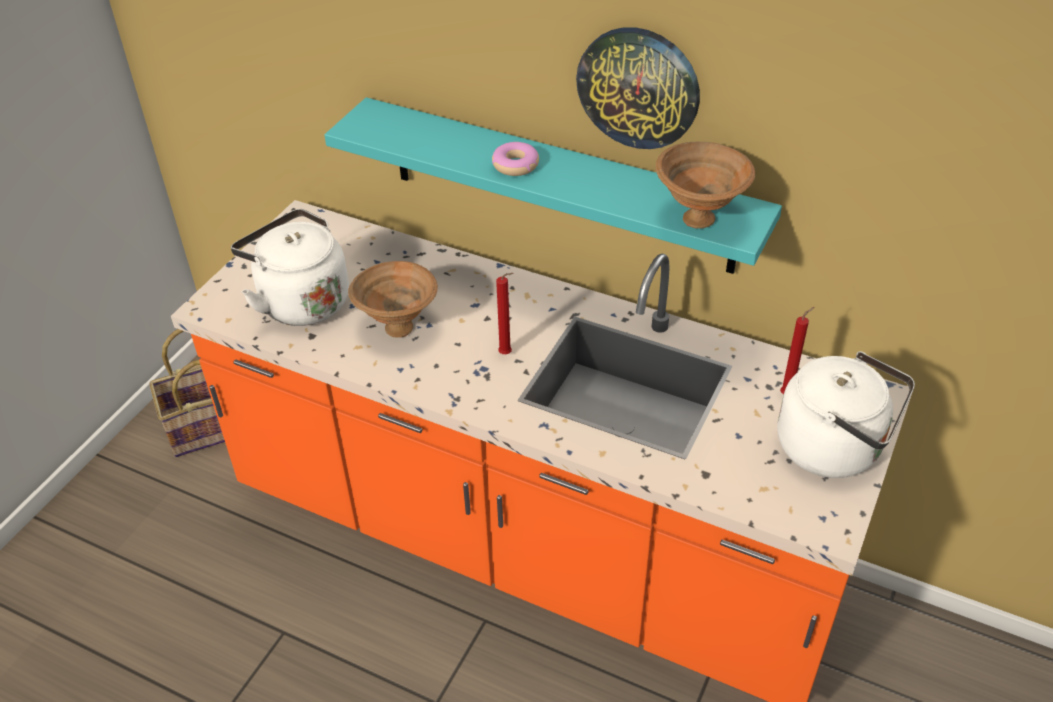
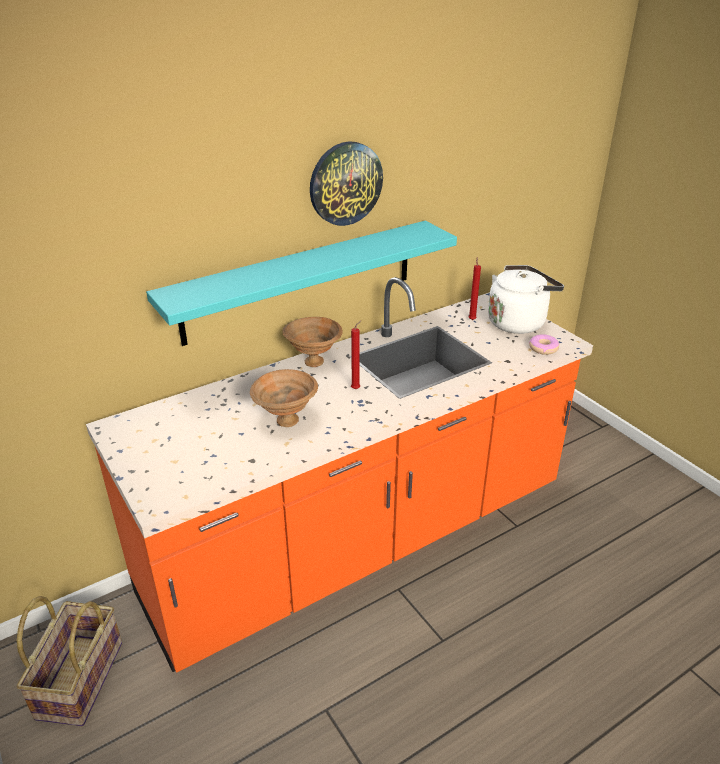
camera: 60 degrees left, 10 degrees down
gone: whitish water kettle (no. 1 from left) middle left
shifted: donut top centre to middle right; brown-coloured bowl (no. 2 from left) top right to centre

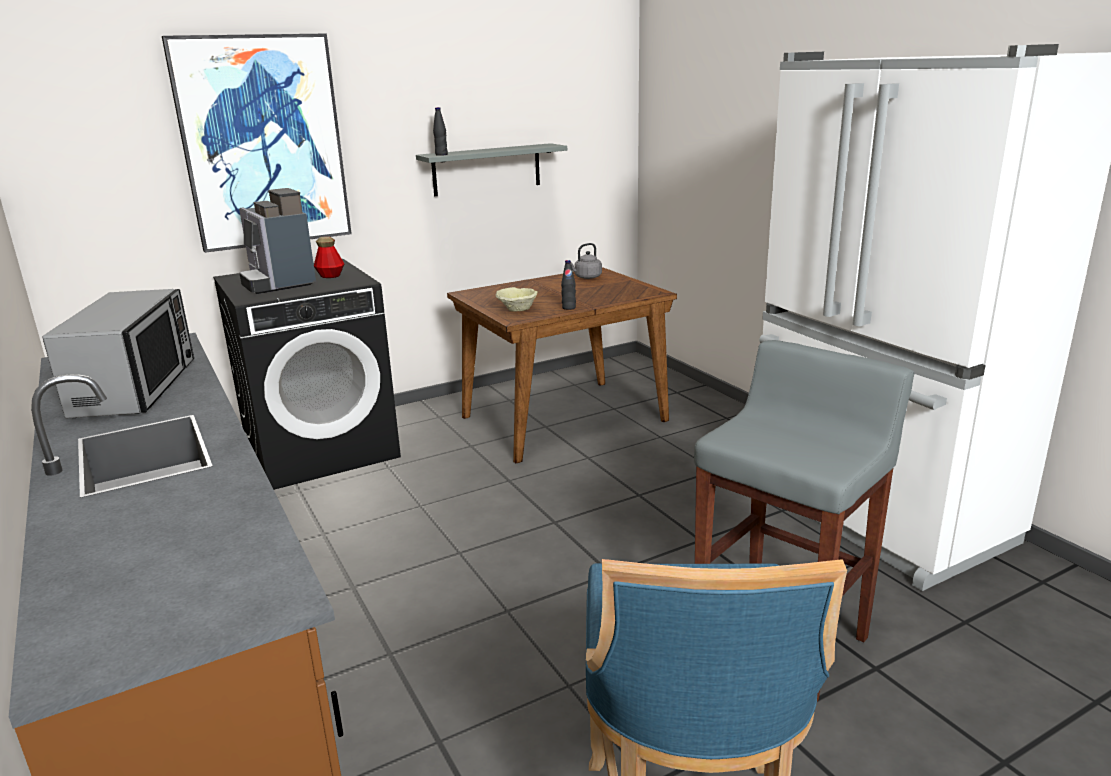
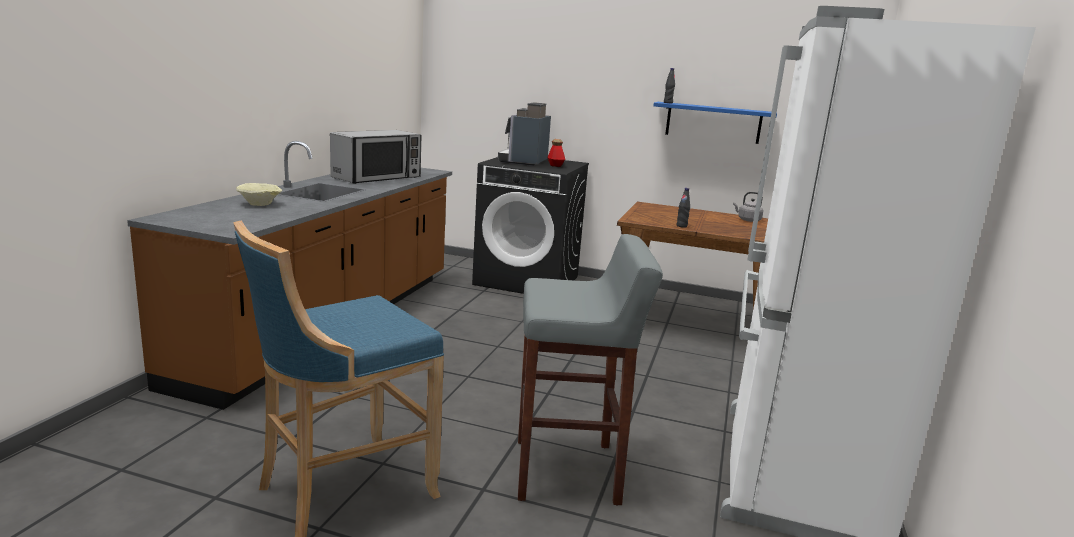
camera: 45 degrees right, 5 degrees down
gone: wall picture top left
shifted: sand-coloured bowl centre to middle left
repainted: greyish shelf top centre to blue shelf top centre

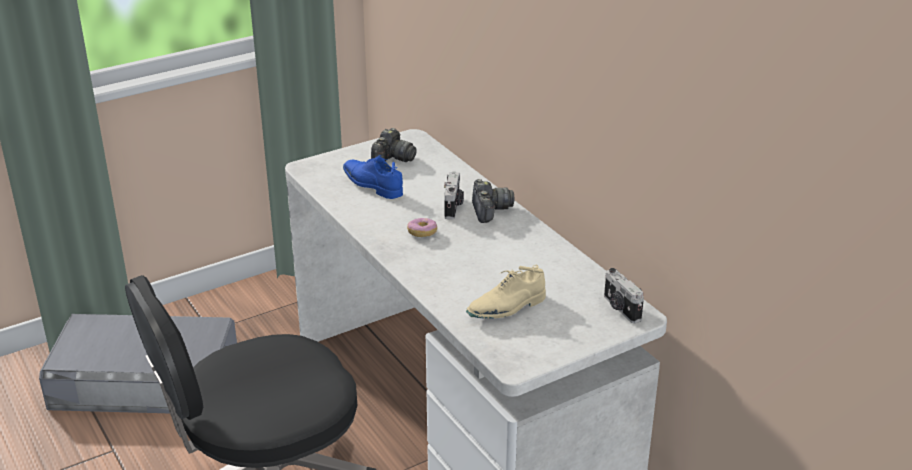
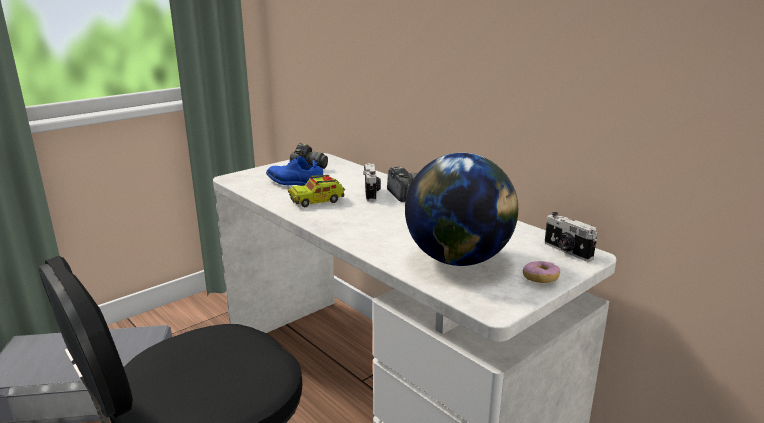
camera: 10 degrees left, 10 degrees down
new: model truck centre
shifted: donut centre to middle right
swapped: sand-coloured low shoe centre to world globe centre

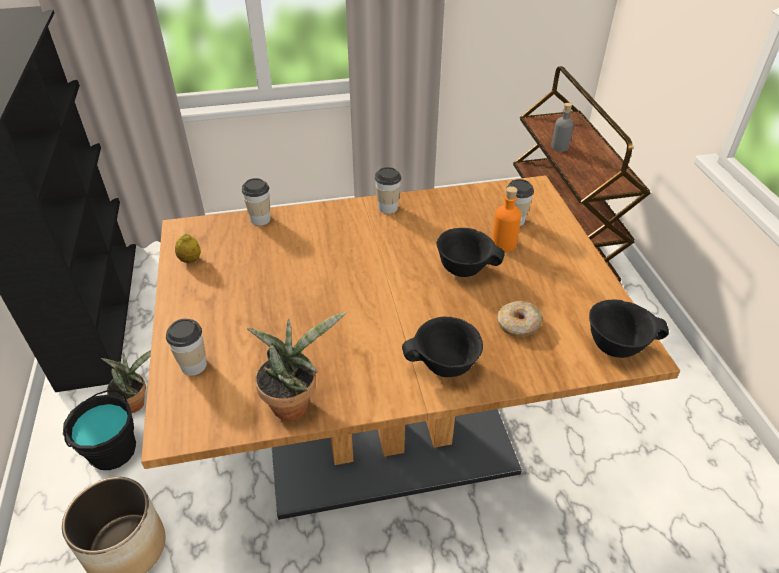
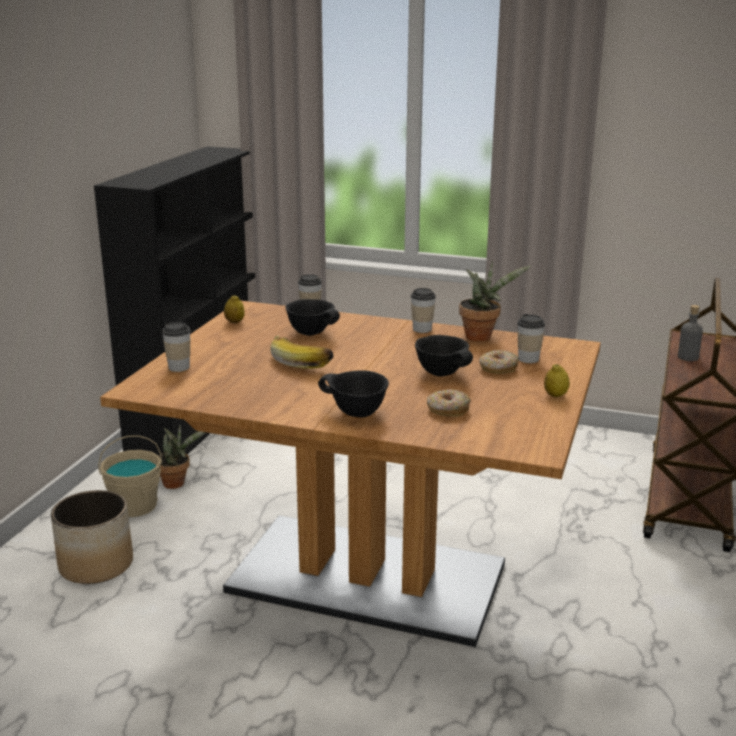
camera: 30 degrees right, 20 degrees down
new: banana fruit centre; whole lemon (no. 2 from left) middle right
shifted: plant in a pot (no. 2 from left) centre to middle right; black bowl (no. 3 from left in the first image) middle right to black bowl (no. 1 from left) centre
swapped: orangey bottle centre to donut (no. 2 from left) middle right
repainted: black water bucket bottom left to sand-coloured water bucket middle left

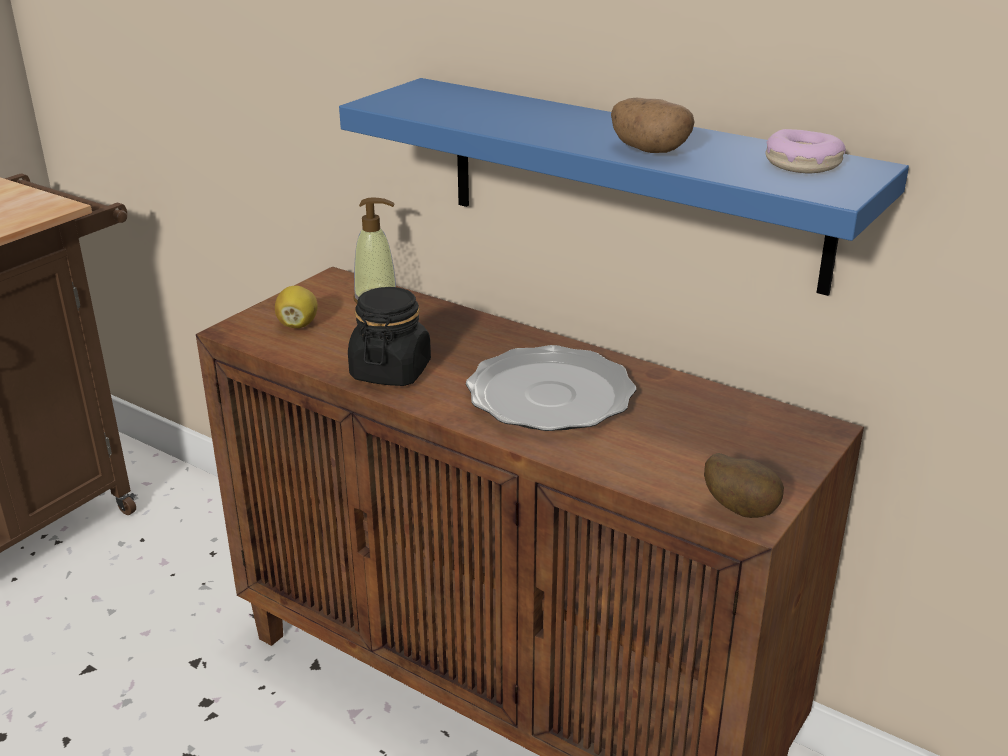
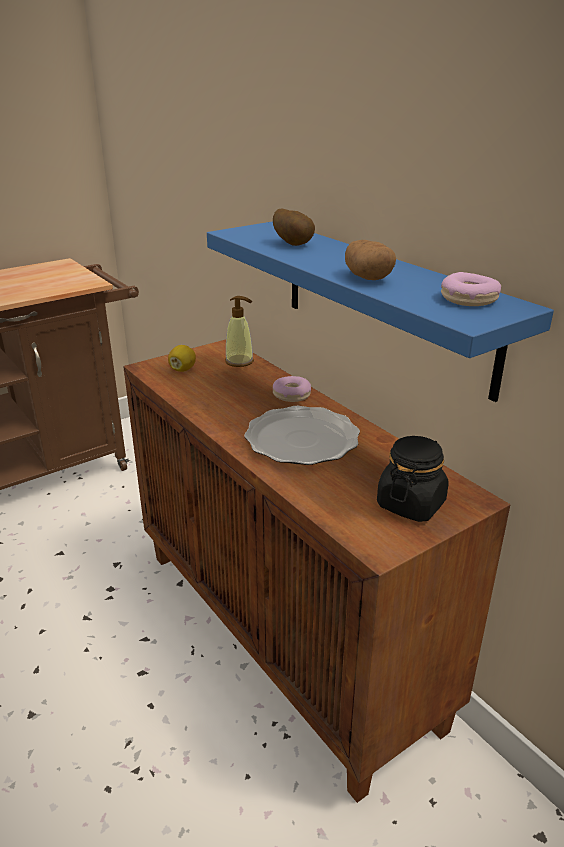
camera: 20 degrees right, 0 degrees up
new: donut (no. 1 from left) centre
shifted: black storage jar centre to middle right; potato (no. 2 from left in the first image) middle right to potato (no. 1 from left) top centre

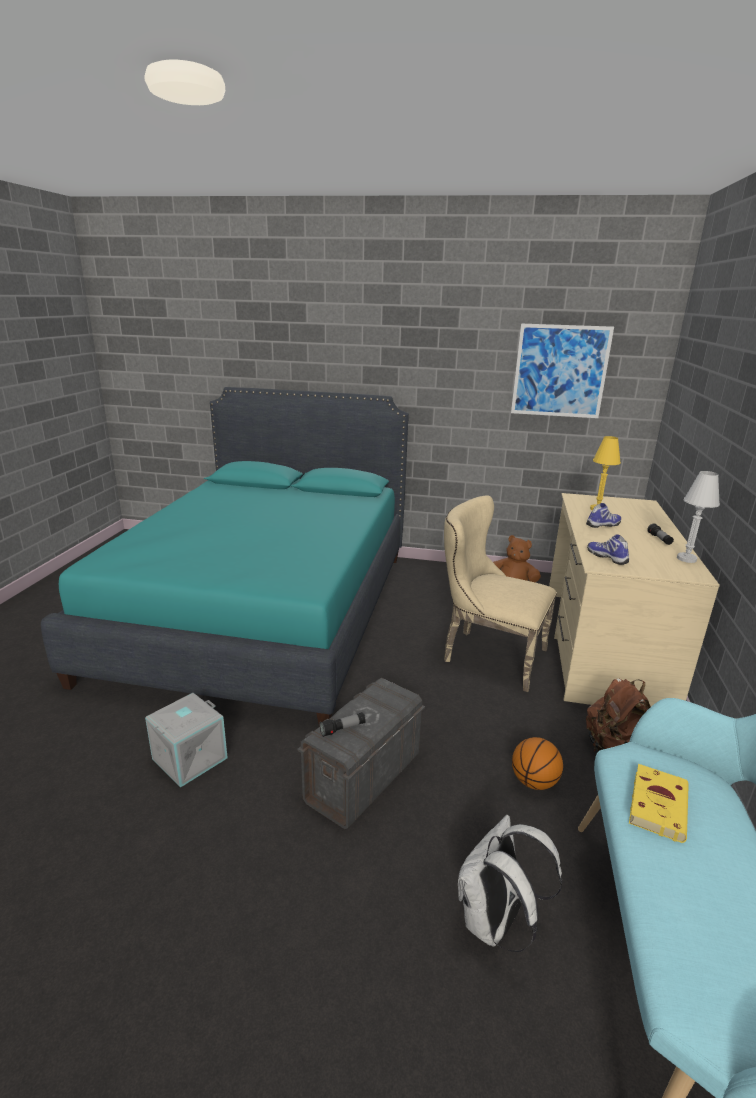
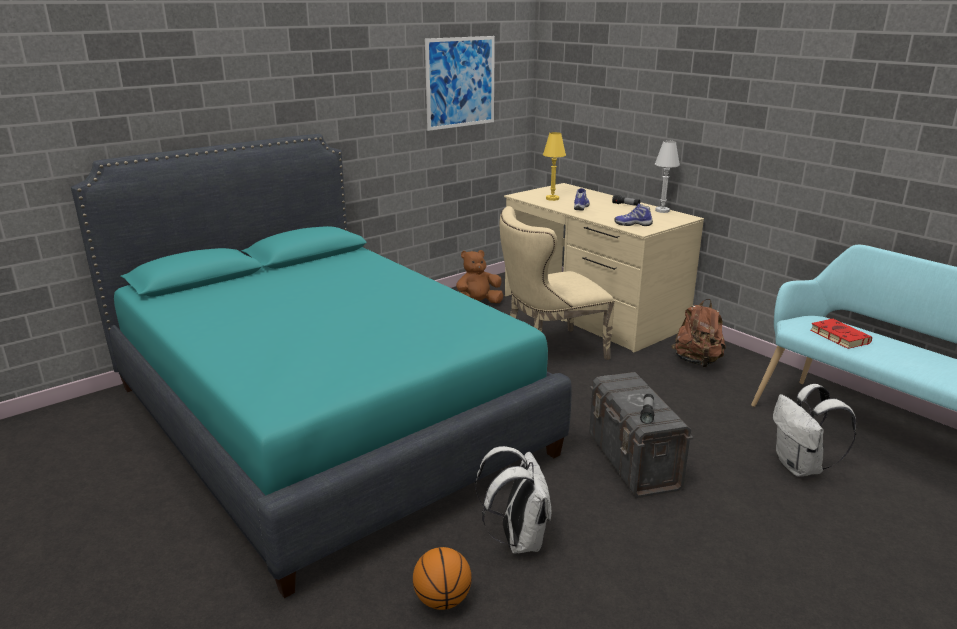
camera: 50 degrees left, 0 degrees up
shifted: basketball bottom right to bottom centre
swapped: greyish storage container (no. 1 from left) bottom left to whitish rucksack (no. 1 from left) bottom centre
repainted: yellow volume bottom right to reddish volume middle right

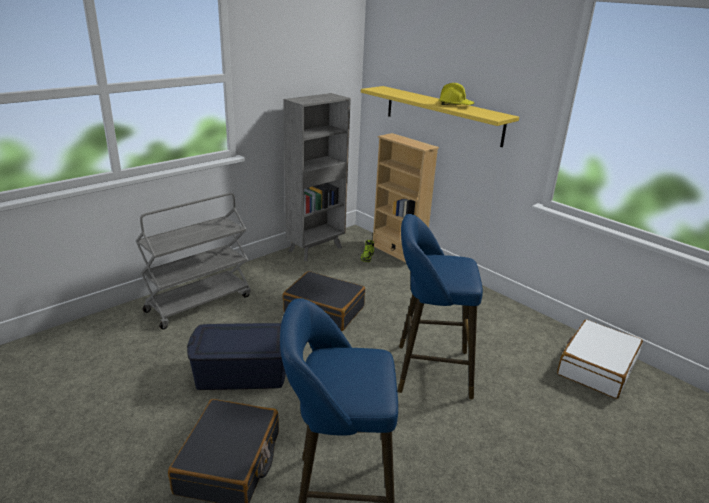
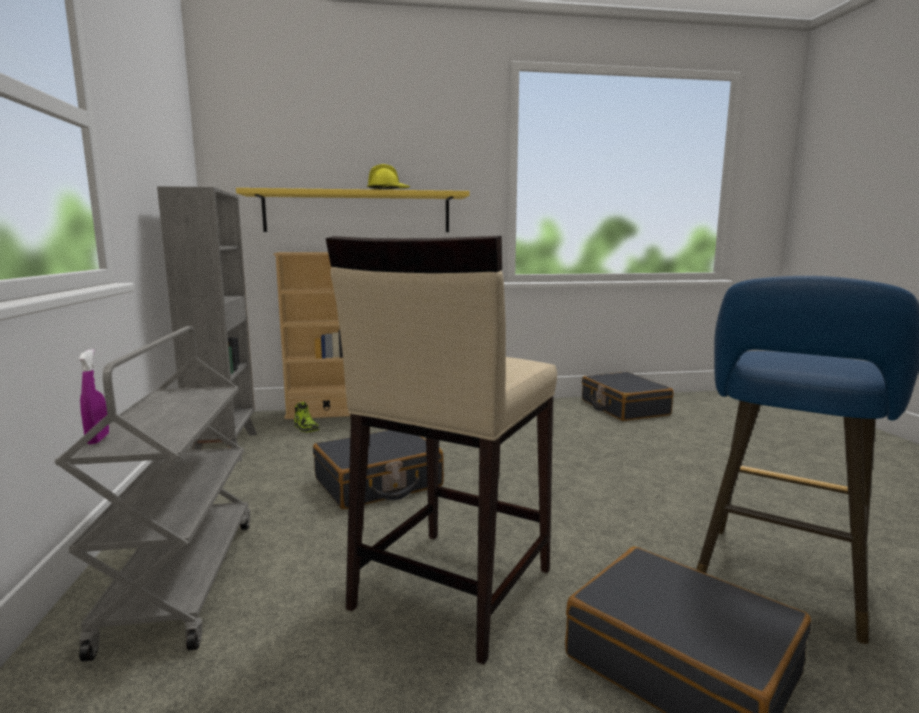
camera: 55 degrees left, 15 degrees down
gone: blue stool (no. 2 from left) centre
new: purple-coloured sprayer middle left
swapped: blue storage container bottom left to sand-coloured stool centre
repainted: whitish travel case bottom right to black travel case (no. 2 from left) middle right

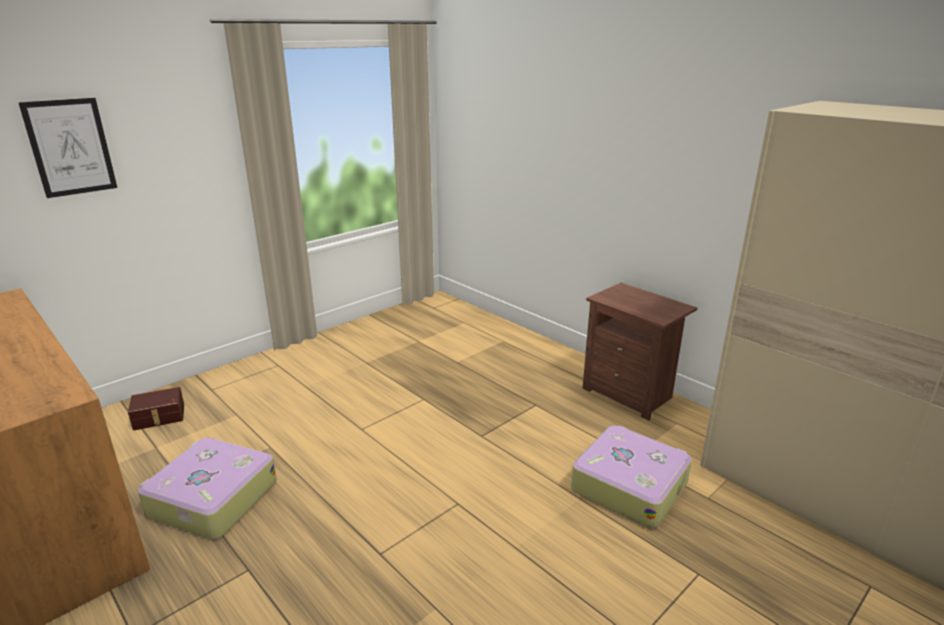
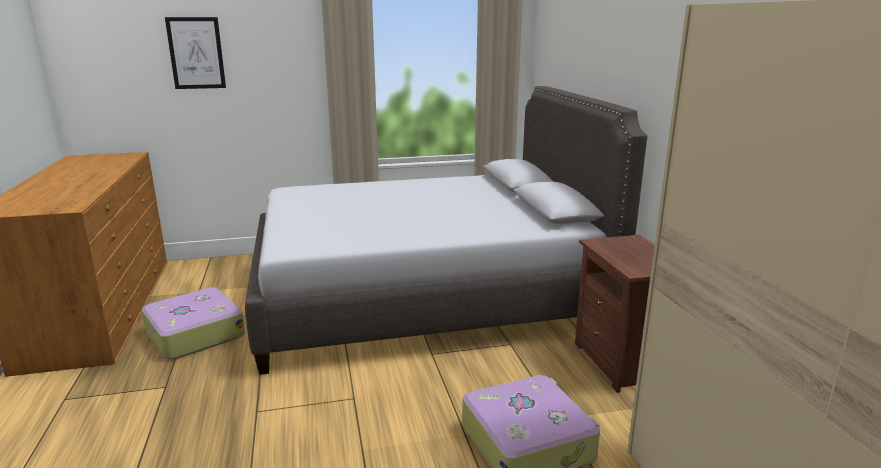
camera: 30 degrees right, 5 degrees down
gone: brown-coloured storage container middle left
new: greyish sleeping bed centre

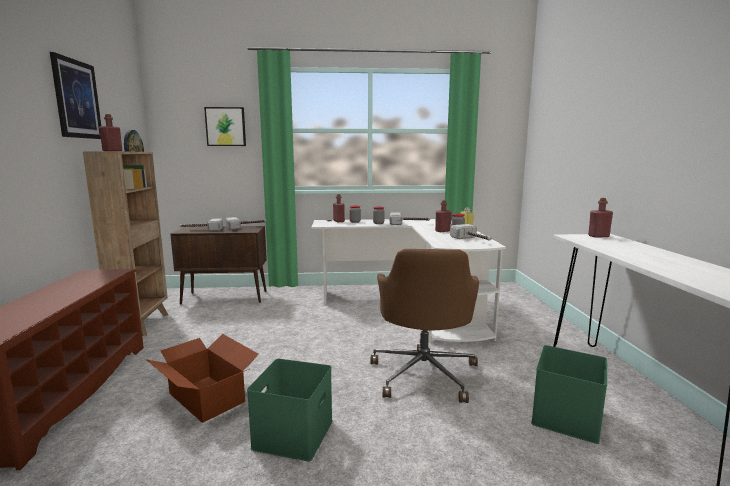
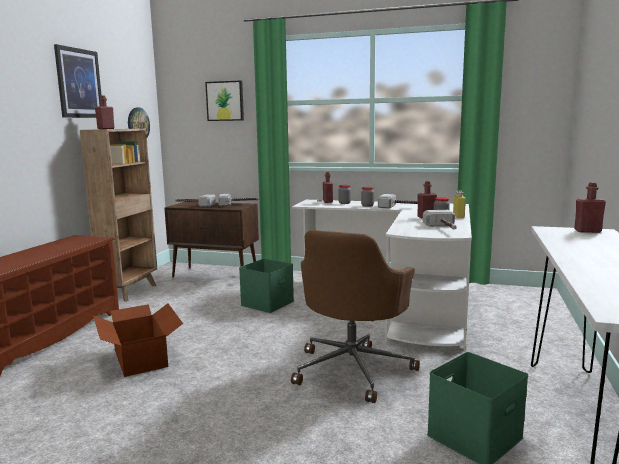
camera: 20 degrees right, 0 degrees up
shifted: greenish storage container (no. 1 from left) bottom centre to centre

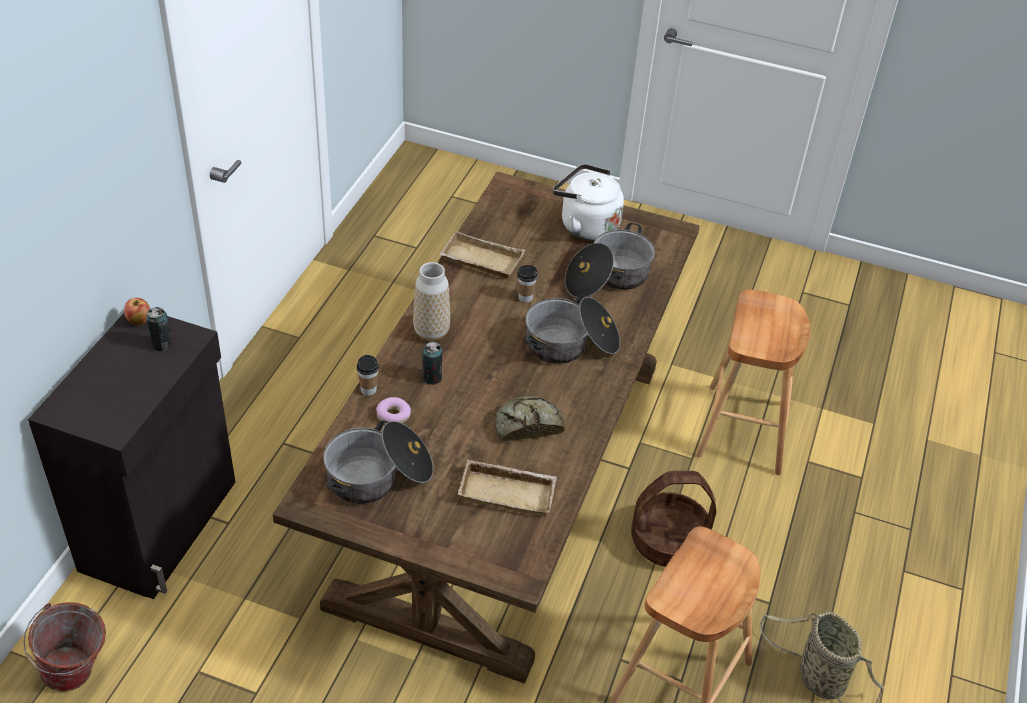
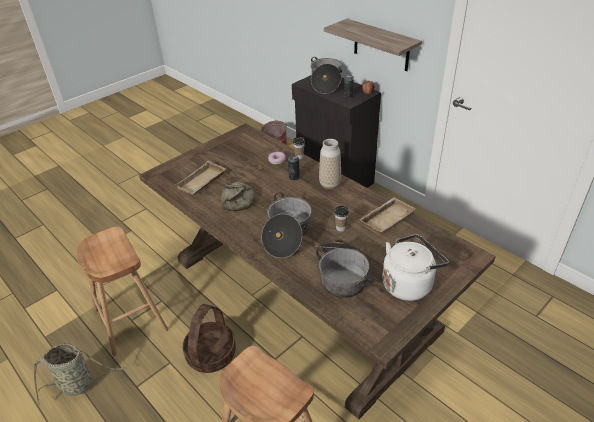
camera: 120 degrees right, 5 degrees down
new: shelf top centre
shifted: saucepot (no. 1 from left in the first image) centre to saucepot (no. 2 from left) top centre

